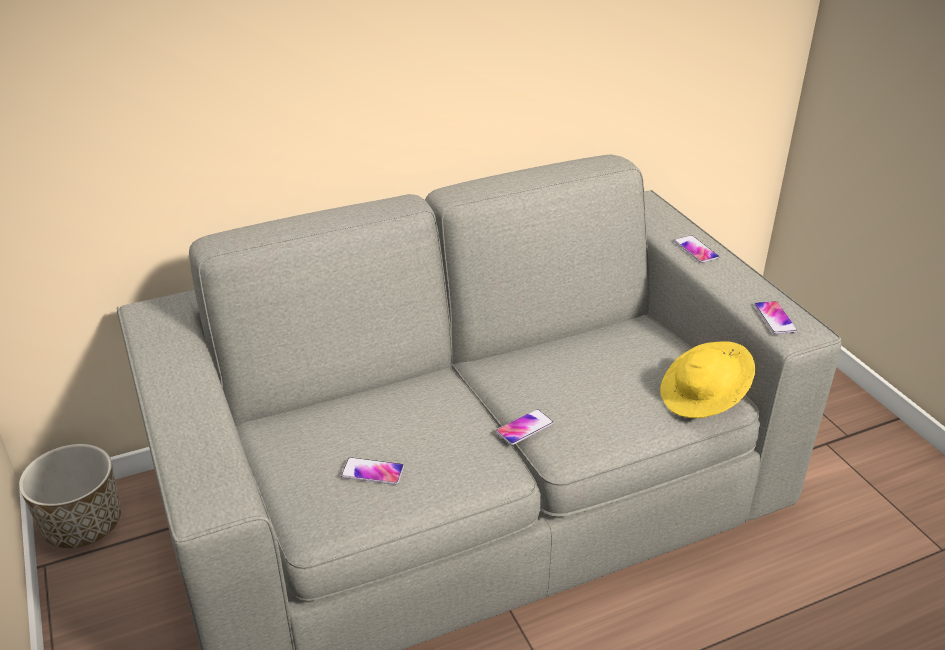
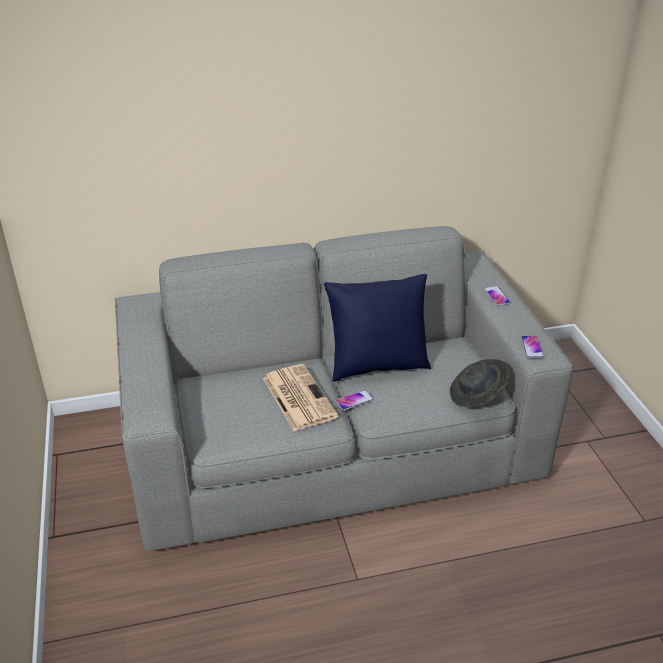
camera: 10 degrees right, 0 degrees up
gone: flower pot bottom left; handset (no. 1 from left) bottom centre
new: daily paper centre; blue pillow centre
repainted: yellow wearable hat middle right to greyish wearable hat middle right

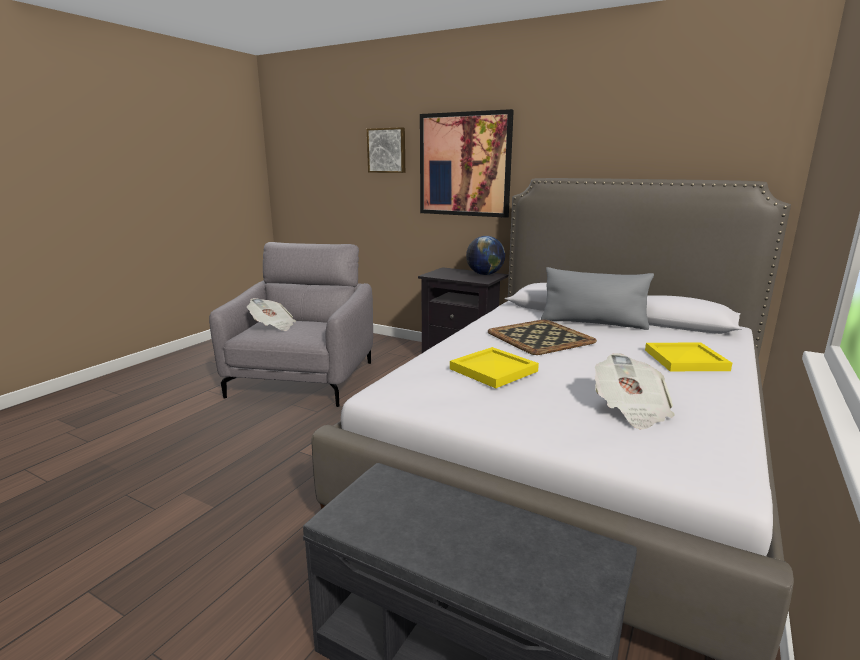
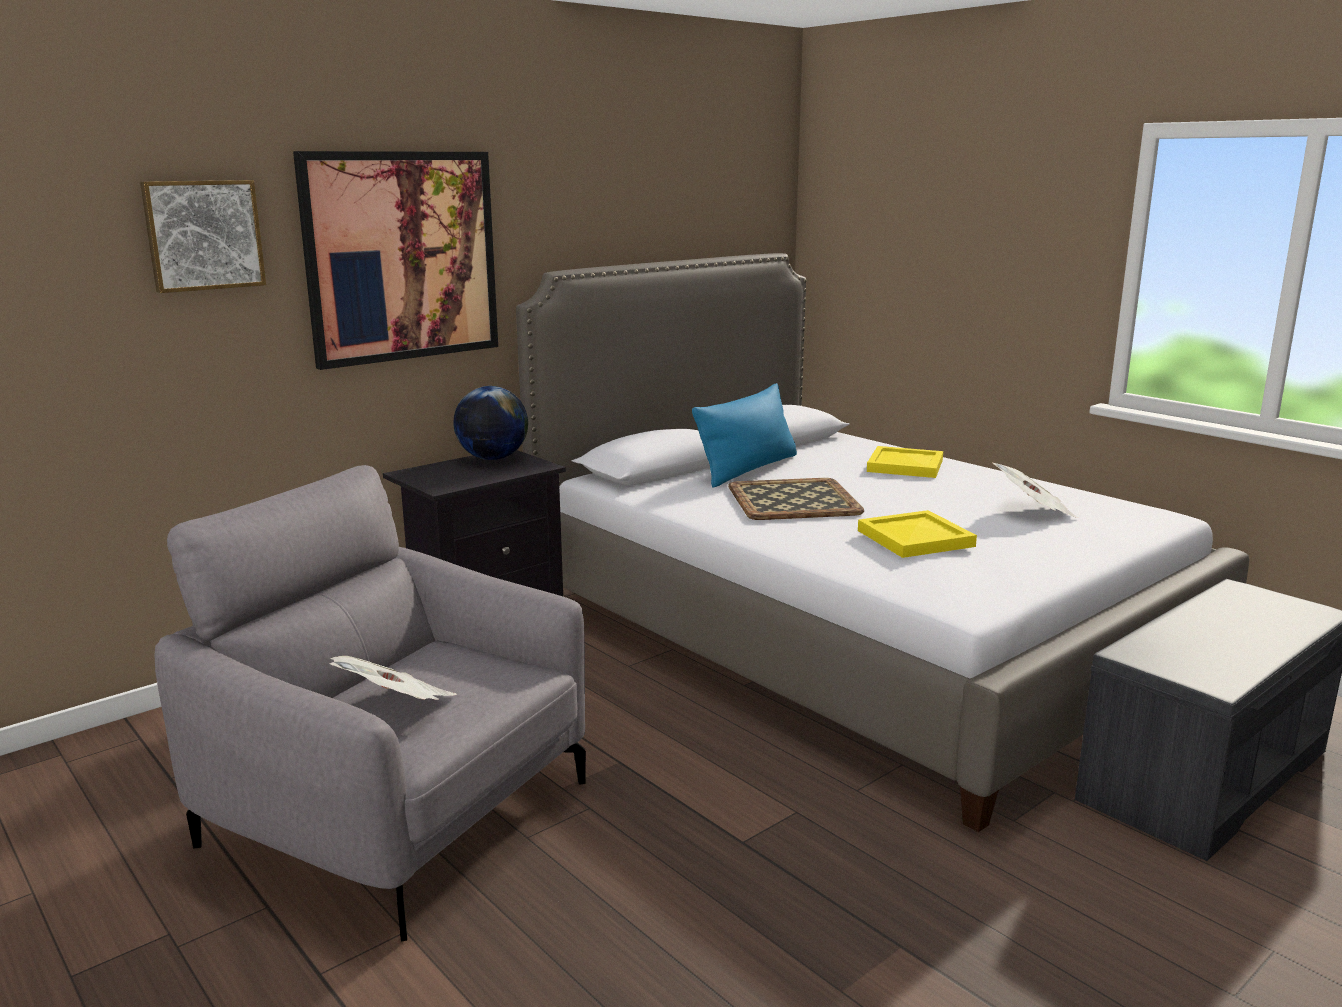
camera: 70 degrees left, 0 degrees up
repainted: greyish pillow middle right to blue pillow centre

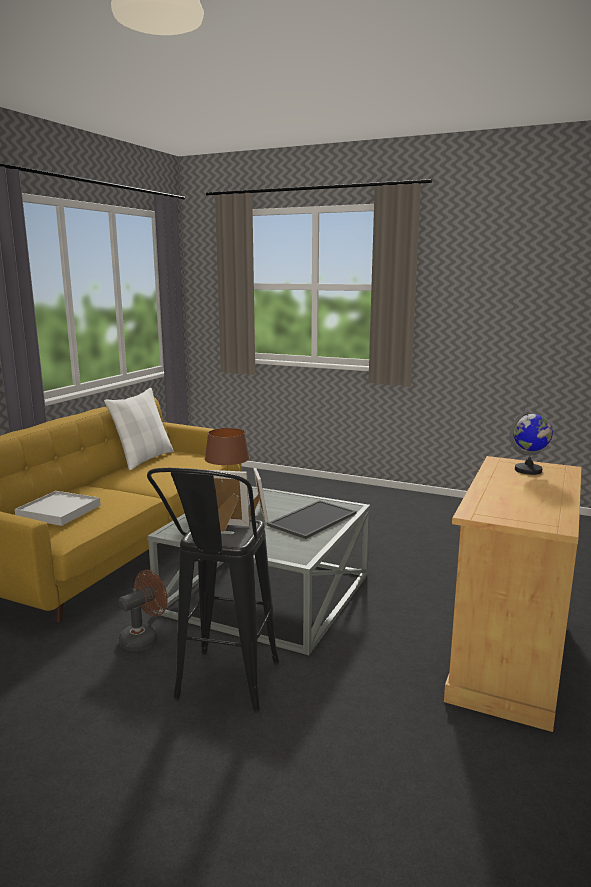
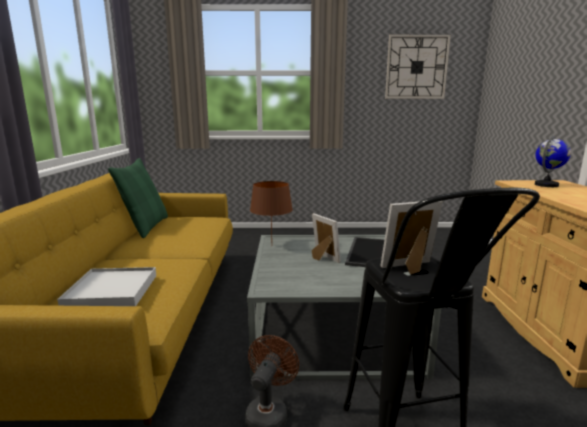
camera: 25 degrees left, 0 degrees up
new: wall clock top right
repainted: whitish pillow middle left to greenish pillow middle left

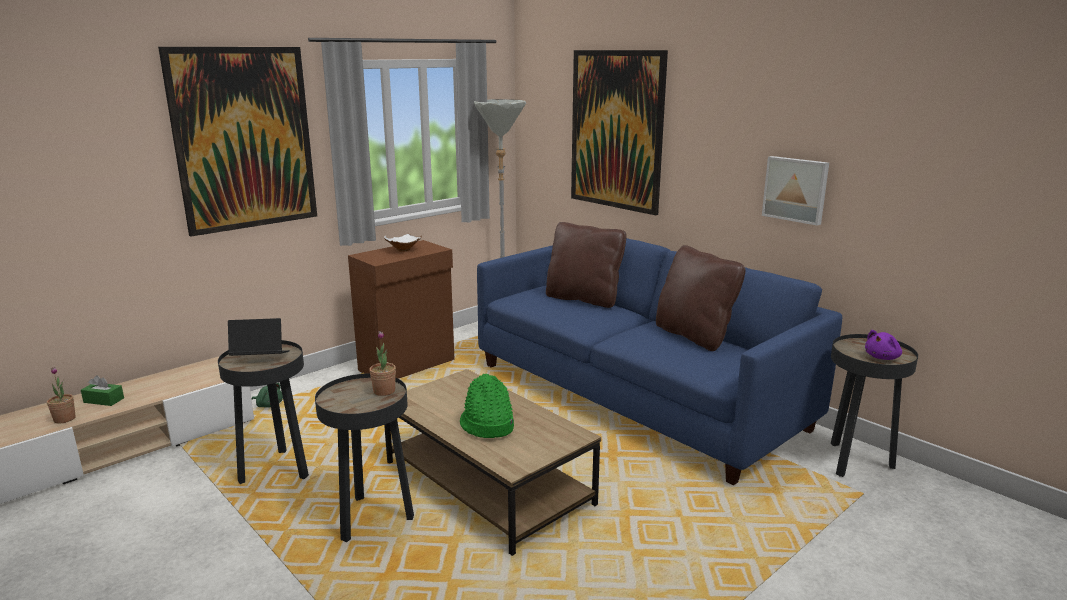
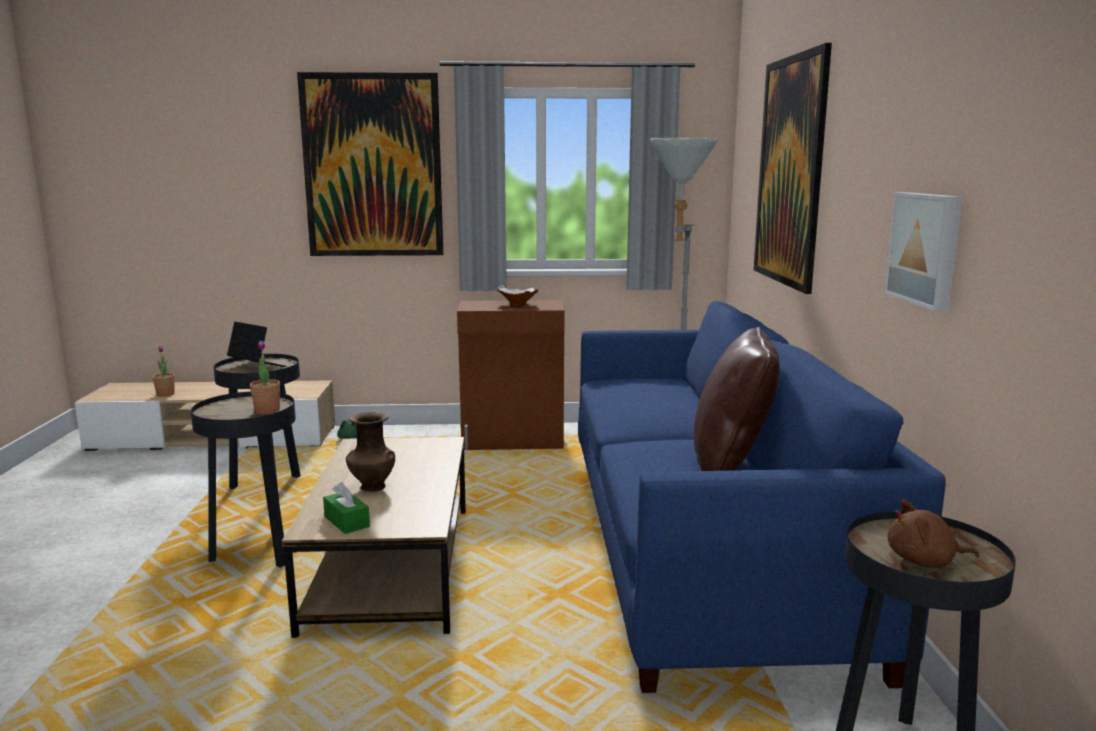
camera: 40 degrees right, 5 degrees down
gone: brown-coloured pillow (no. 1 from left) centre
shifted: greenish box of tissues middle left to bottom left
swapped: greenish wearable hat bottom centre to brown-coloured decorative vase centre
repainted: purple-coloured plush toy middle right to brown-coloured plush toy bottom right

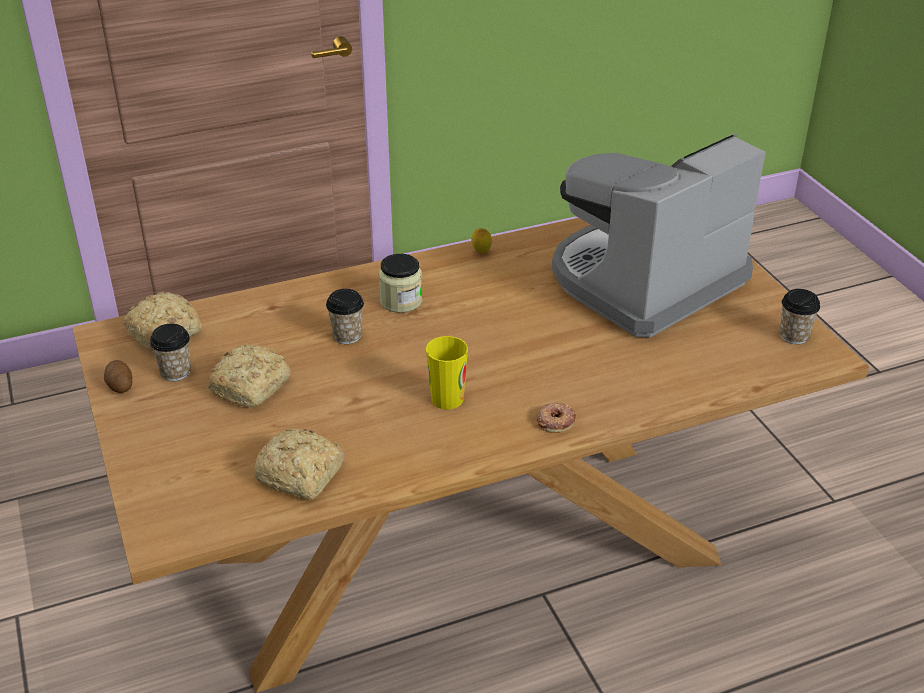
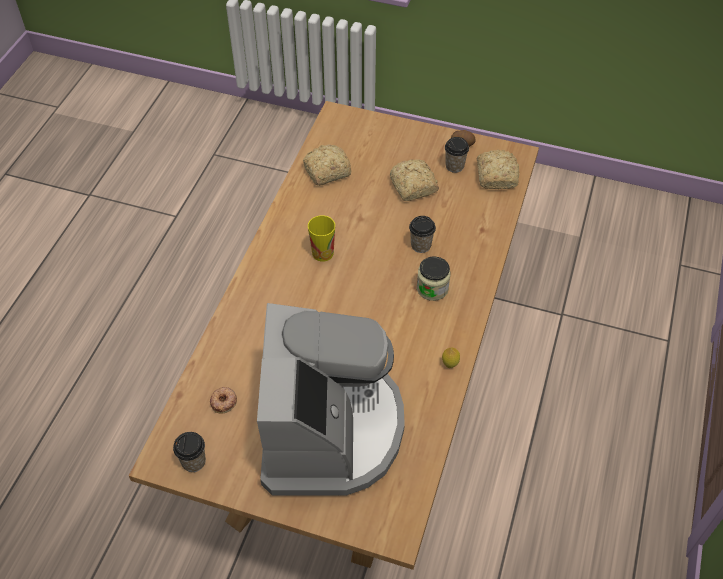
camera: 130 degrees right, 15 degrees up
shifted: donut centre to bottom left

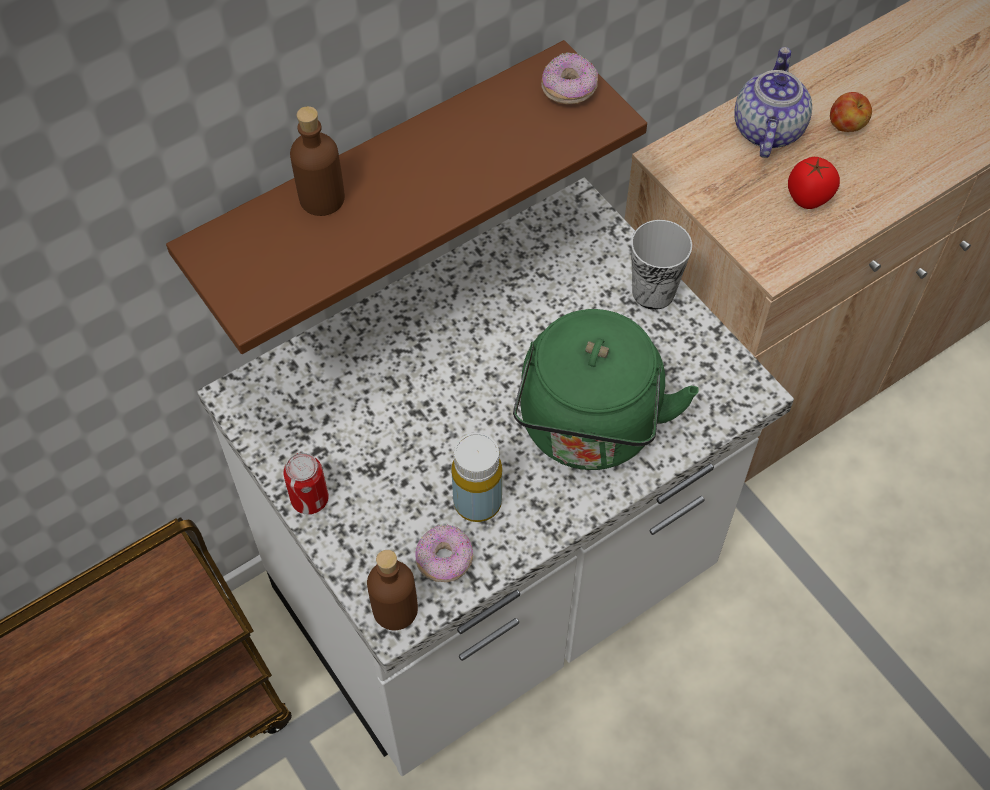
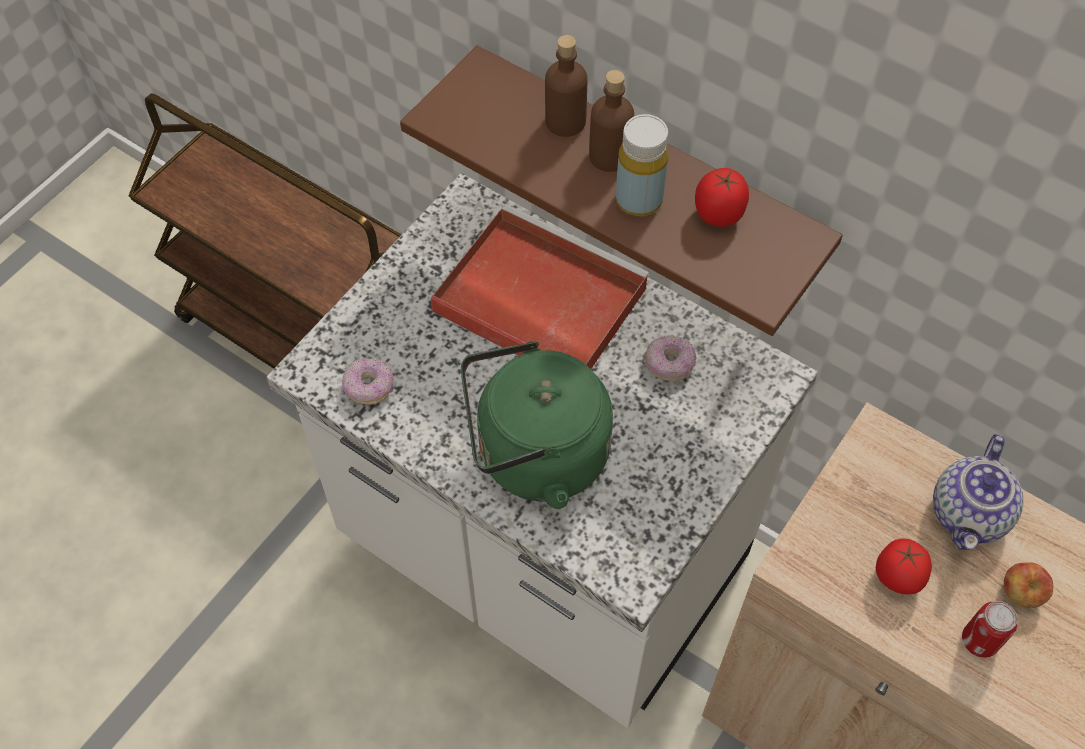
camera: 70 degrees right, 0 degrees up
gone: cup middle right
new: reddish serving tray centre; tomato (no. 1 from left) top centre
shifted: can middle left to bottom right; brown-coloured bottle (no. 2 from left) bottom centre to top centre; yellow bottle centre to top centre; donut (no. 2 from left) top centre to centre
rotated: pot for tea top right = middle right 120 degrees clockwise

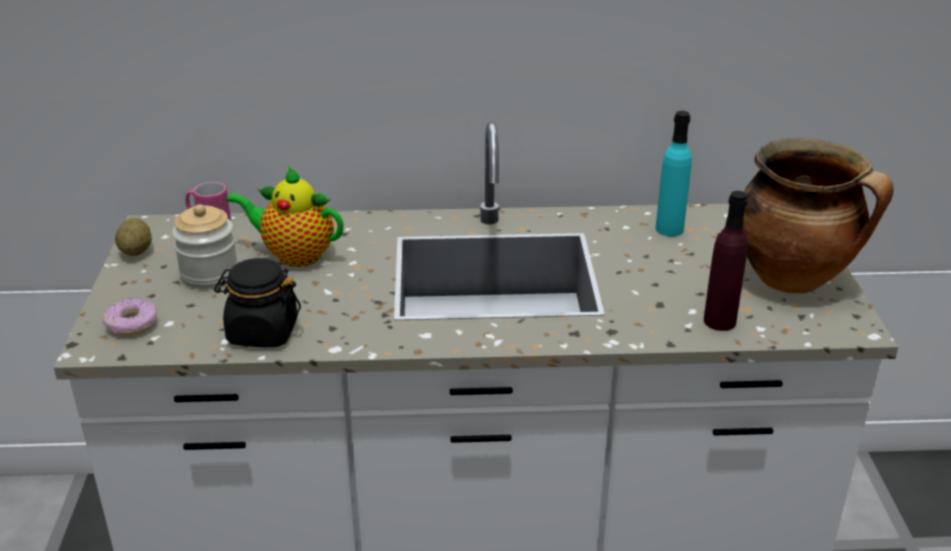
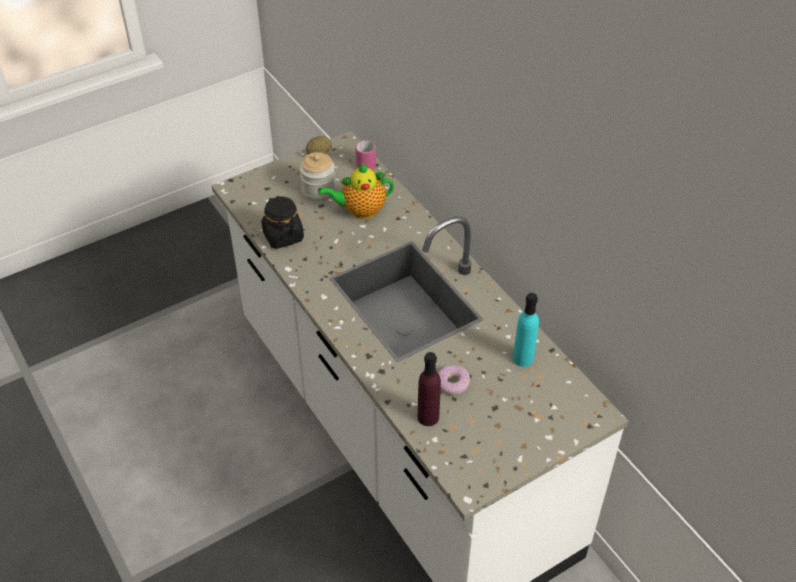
camera: 60 degrees right, 15 degrees up
gone: saucepot middle right
shifted: donut middle left to centre
rotated: pot for tea middle left = top centre 90 degrees counterclockwise

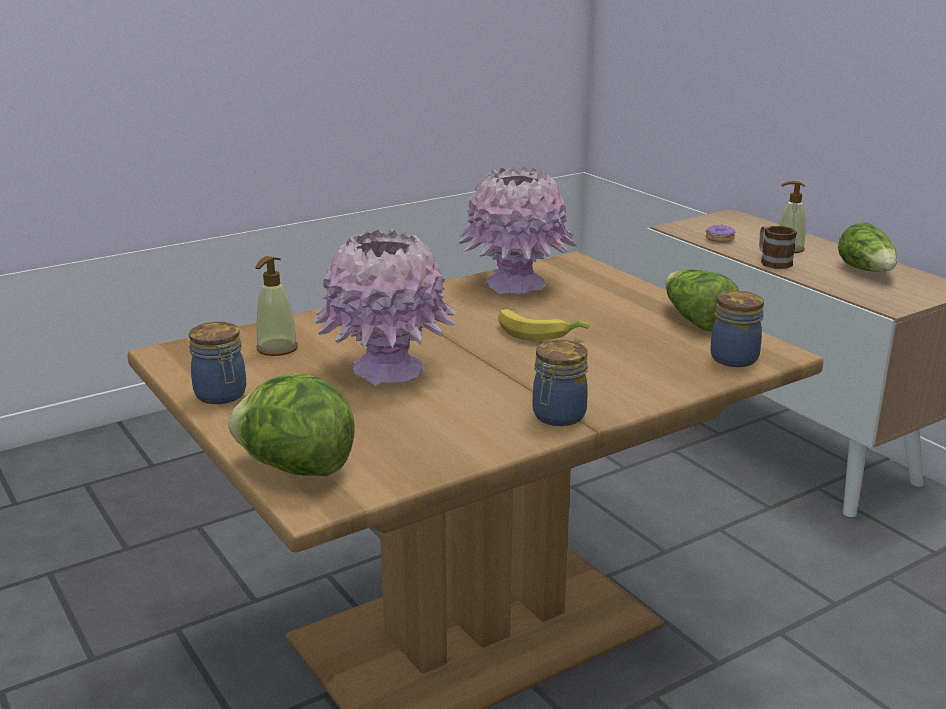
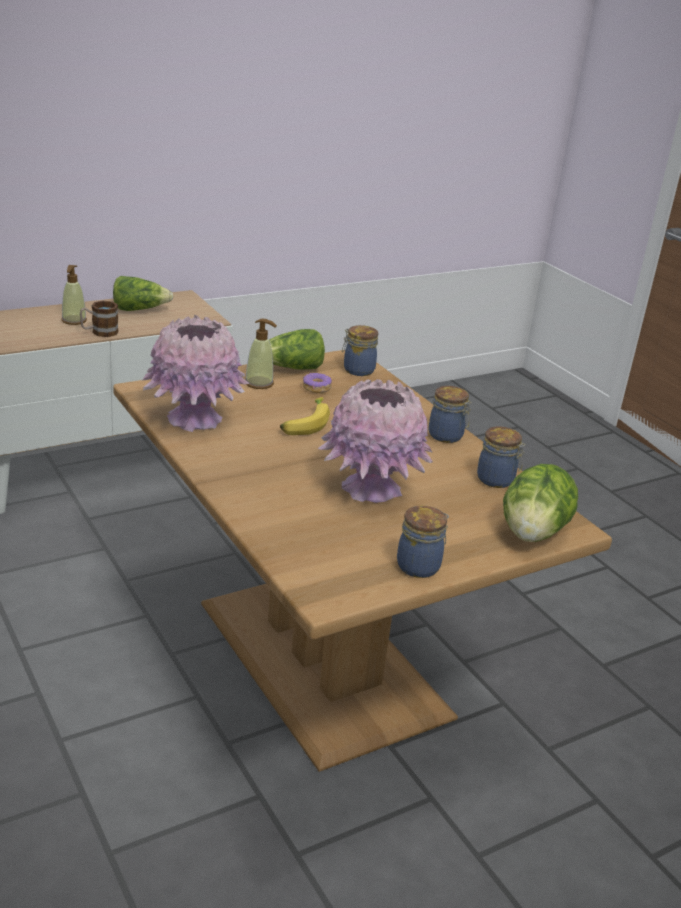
camera: 90 degrees left, 5 degrees up
new: storage jar (no. 4 from left) middle right
shifted: soap dispenser (no. 1 from left in the first image) middle left to soap dispenser (no. 2 from left) centre; donut top right to centre

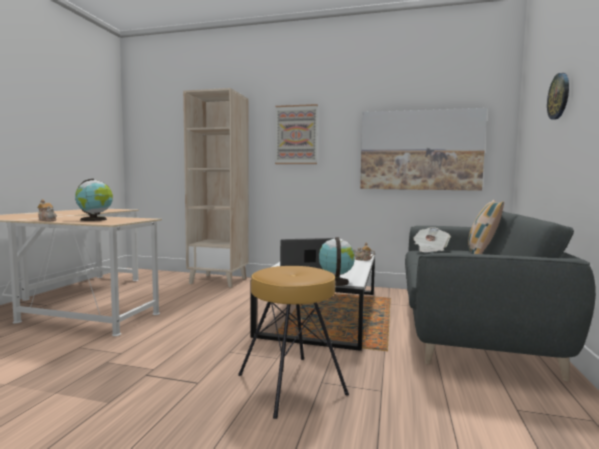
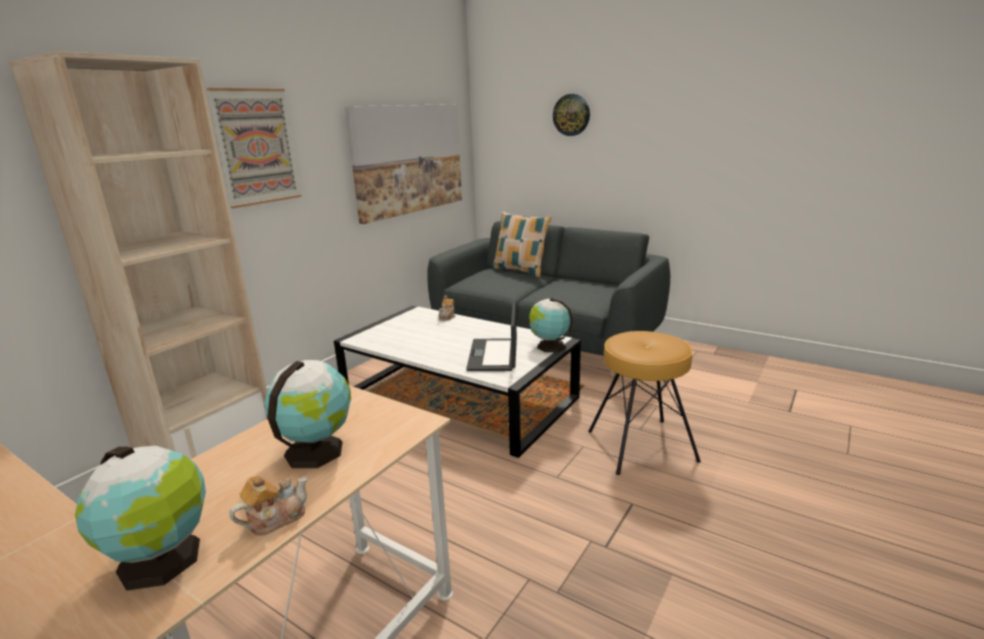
camera: 70 degrees left, 15 degrees up
gone: daily paper middle right
new: world globe (no. 1 from left) bottom left

